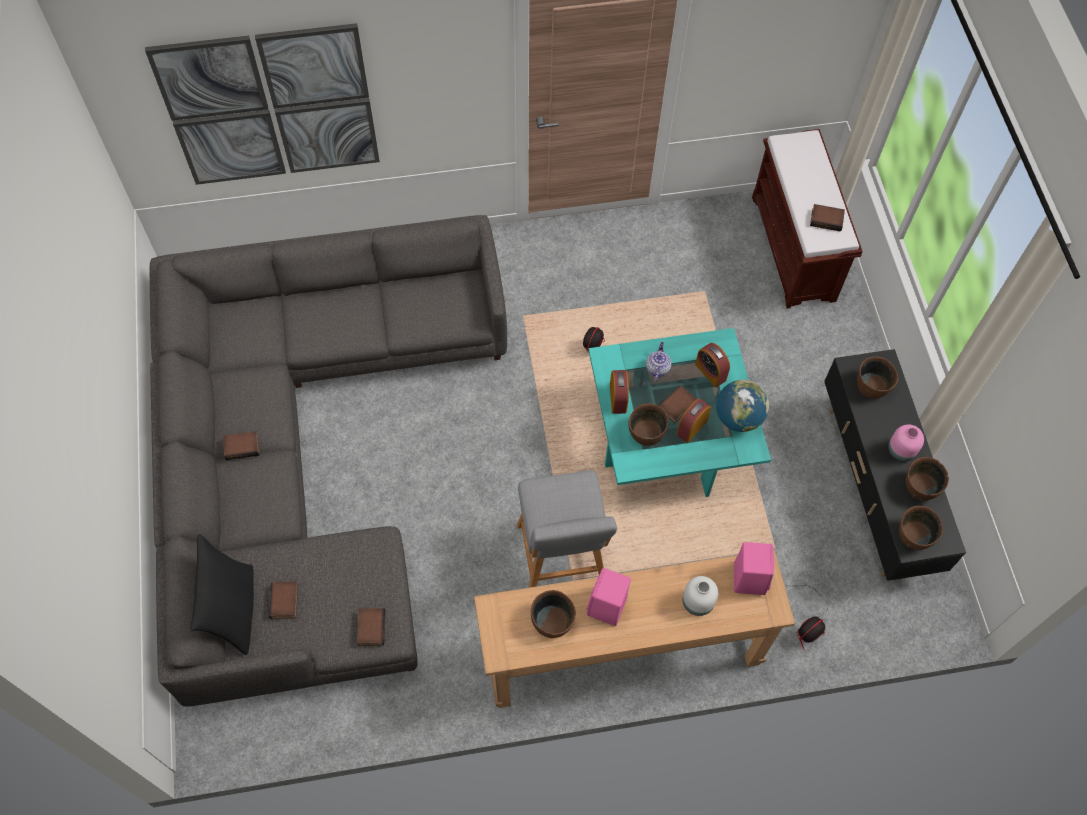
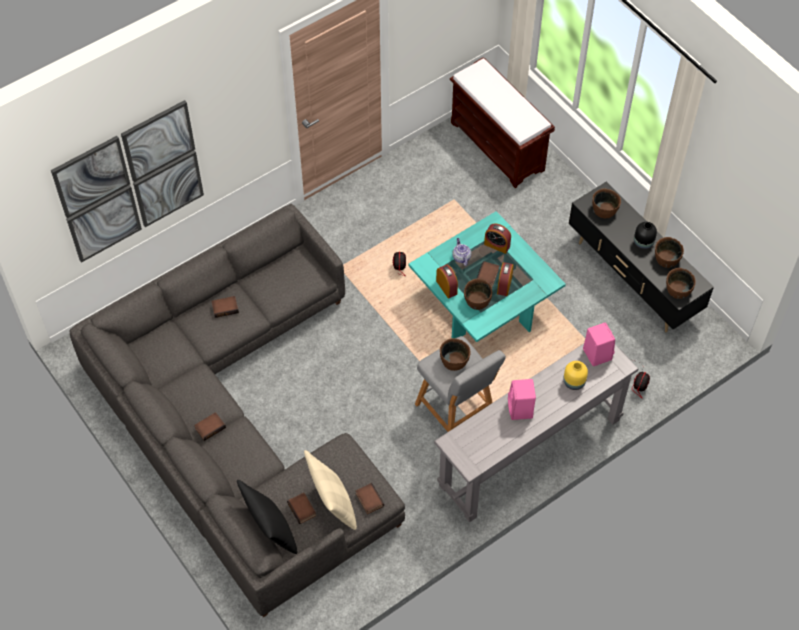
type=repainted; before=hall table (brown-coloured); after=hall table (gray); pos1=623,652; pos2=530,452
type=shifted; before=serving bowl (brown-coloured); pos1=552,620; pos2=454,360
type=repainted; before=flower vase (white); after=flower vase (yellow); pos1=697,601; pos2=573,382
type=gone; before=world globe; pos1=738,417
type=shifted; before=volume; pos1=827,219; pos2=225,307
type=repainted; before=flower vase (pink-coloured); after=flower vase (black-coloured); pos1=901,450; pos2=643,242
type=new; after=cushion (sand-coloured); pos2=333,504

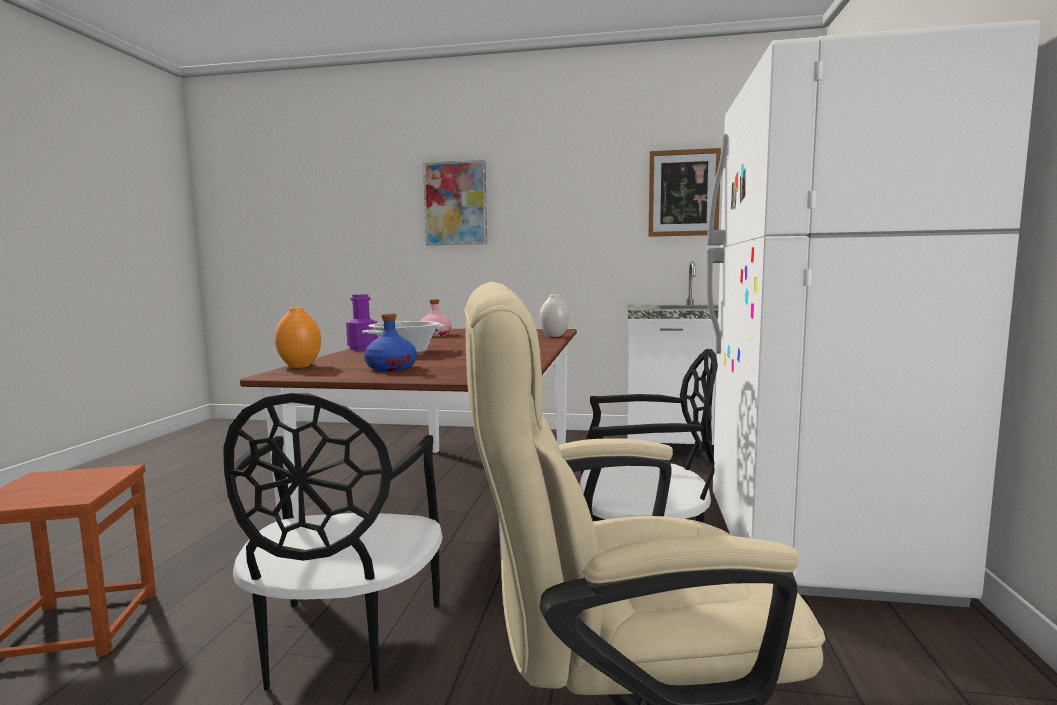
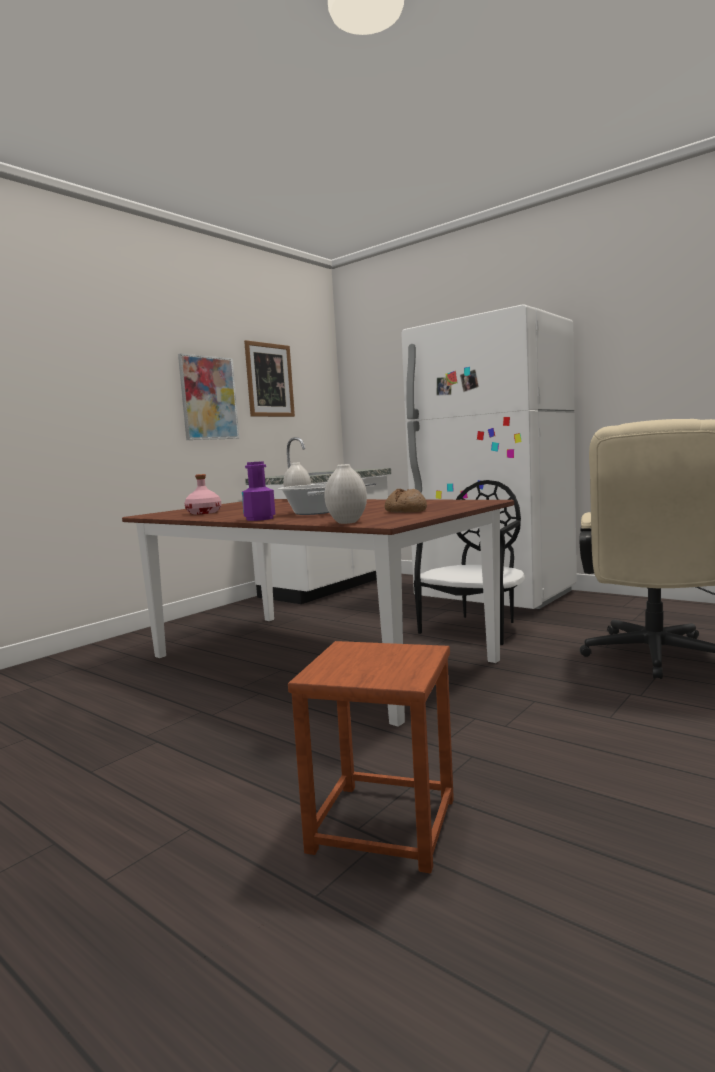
type=gone; before=chair (black-coloured); pos1=344,644
type=repainted; before=flower vase (orange); after=flower vase (white); pos1=300,366; pos2=347,522
type=swapped; before=beverage bottle (blue); after=bread; pos1=391,368; pos2=405,511
type=shifted; before=wall art; pos1=455,203; pos2=208,398

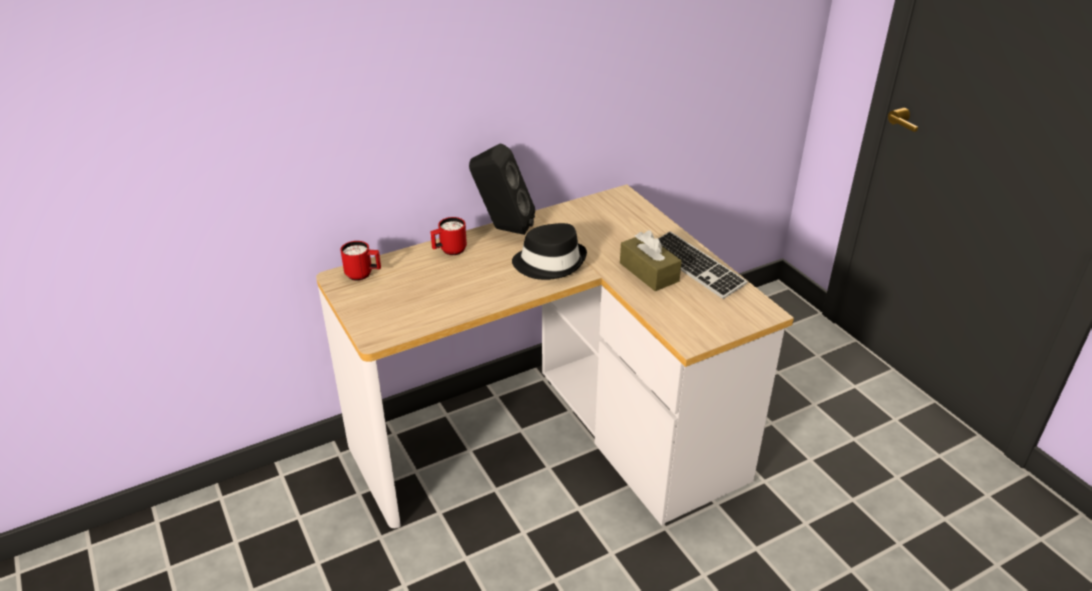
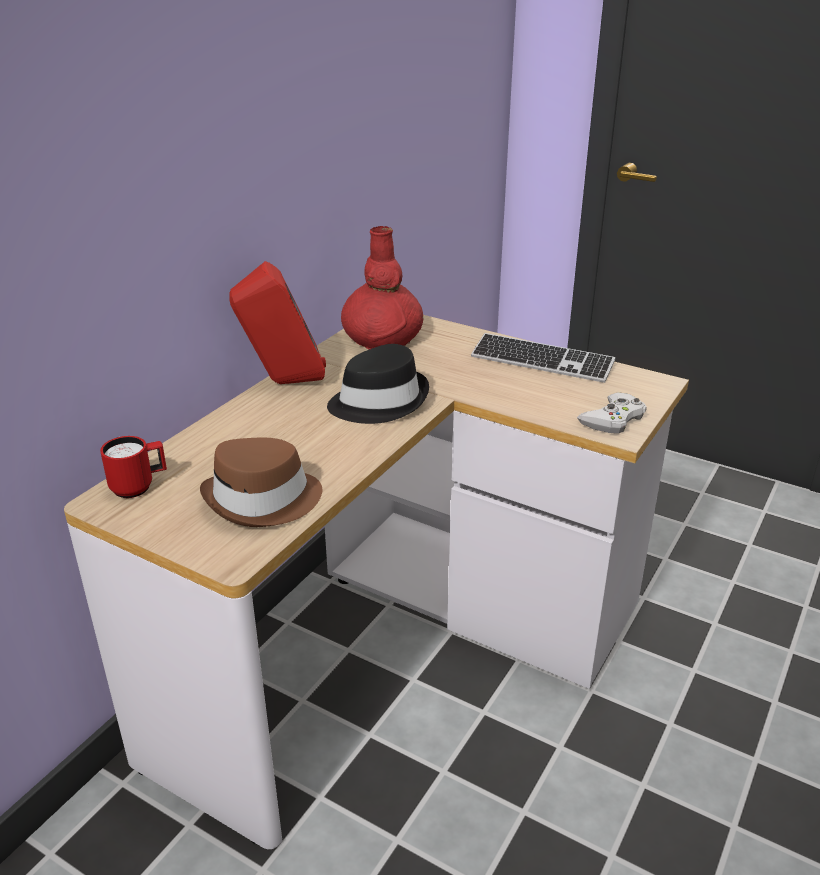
type=gone; before=mug (reddish); pos1=449,251
type=repainted; before=speaker (black-coloured); after=speaker (reddish); pos1=502,229; pos2=283,383
type=gone; before=tissue box (brown-coloured); pos1=649,272
type=new; after=clothing hat (brown-coloured); pos2=263,500
type=new; after=flower vase (reddish); pos2=383,337
type=new; after=gamepad (white); pos2=613,419

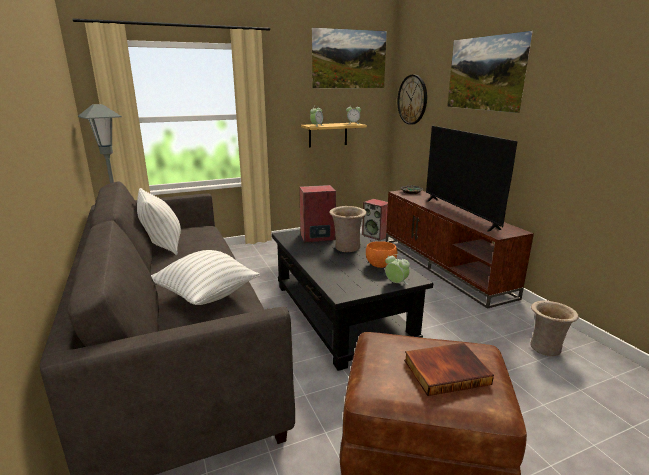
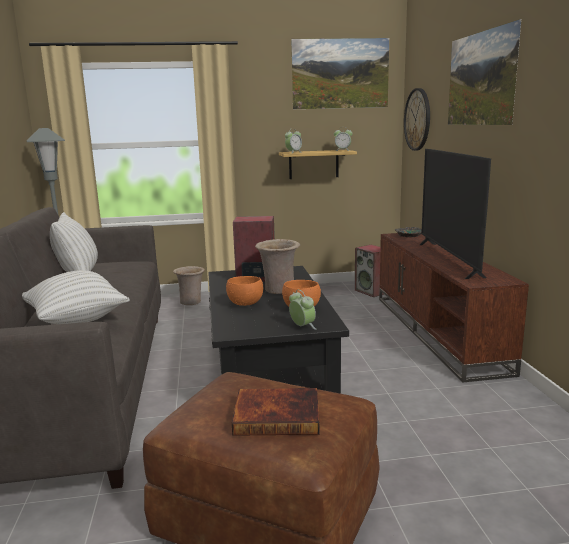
type=shifted; before=flower vase (sand-coloured); pos1=545,348; pos2=191,302
type=new; after=serving bowl (orange); pos2=246,304

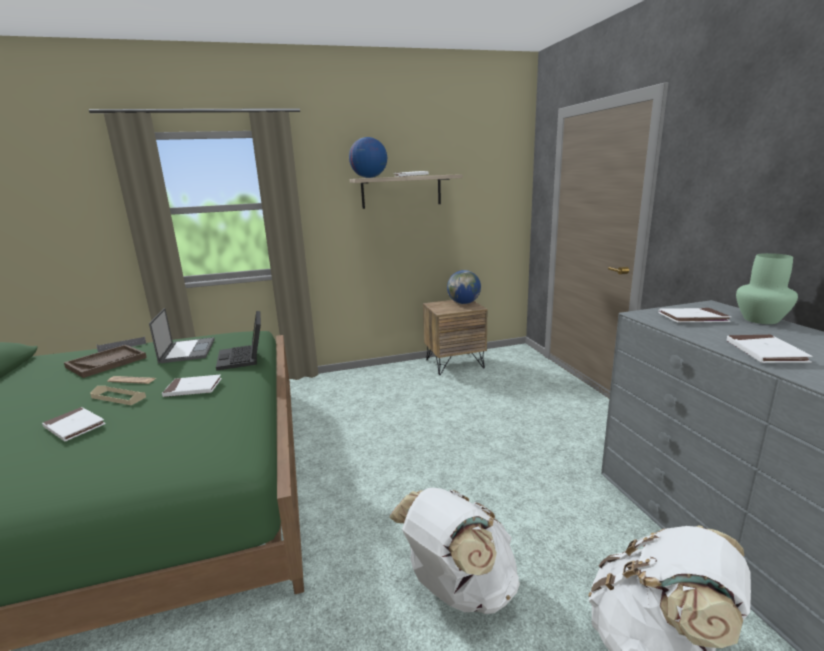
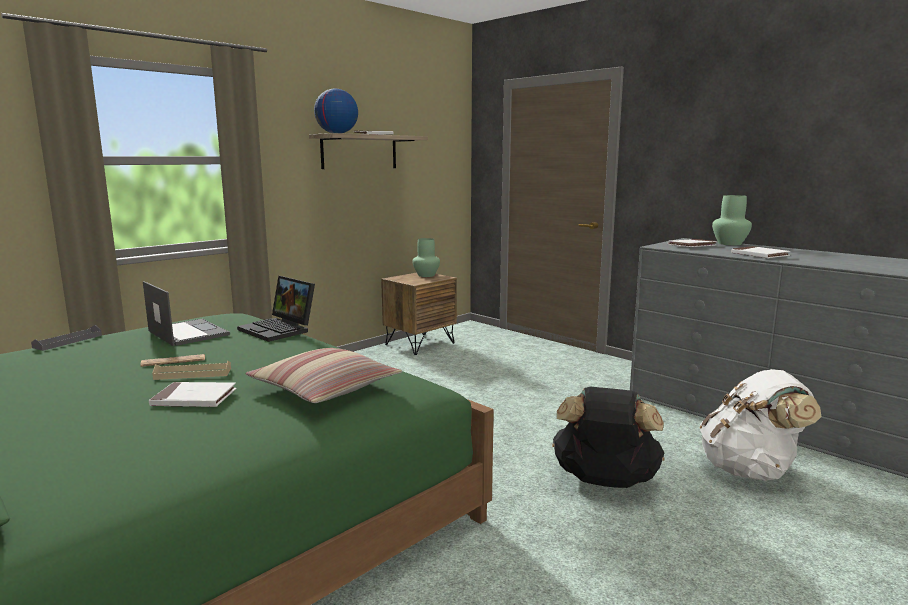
type=gone; before=tray (brown-coloured); pos1=106,362
type=gone; before=volume (white); pos1=193,388
type=repainted; before=backpack (white); after=backpack (black-coloured); pos1=458,589; pos2=604,482
type=swapped; before=world globe; after=flower vase (greenish); pos1=464,303; pos2=426,275
type=new; after=cushion; pos2=325,389

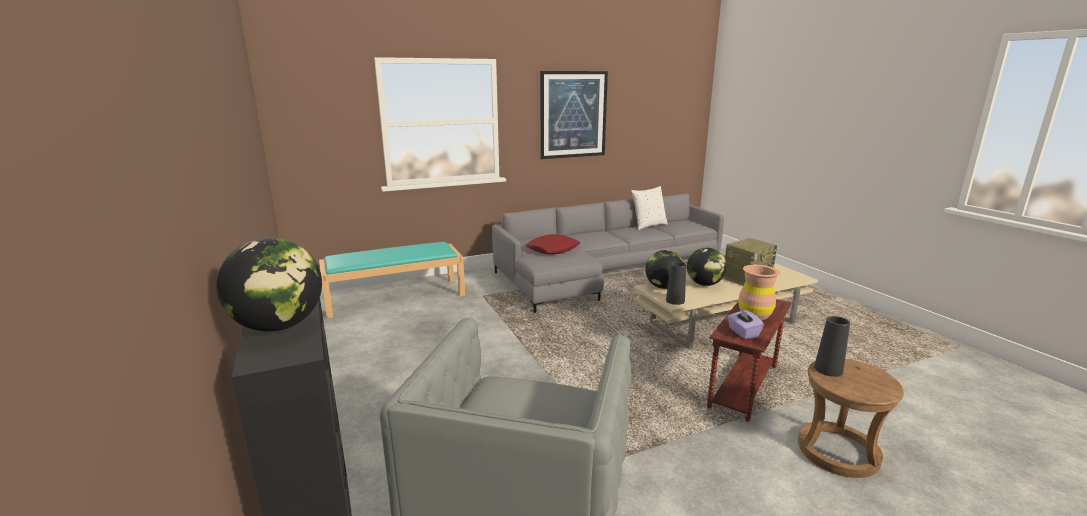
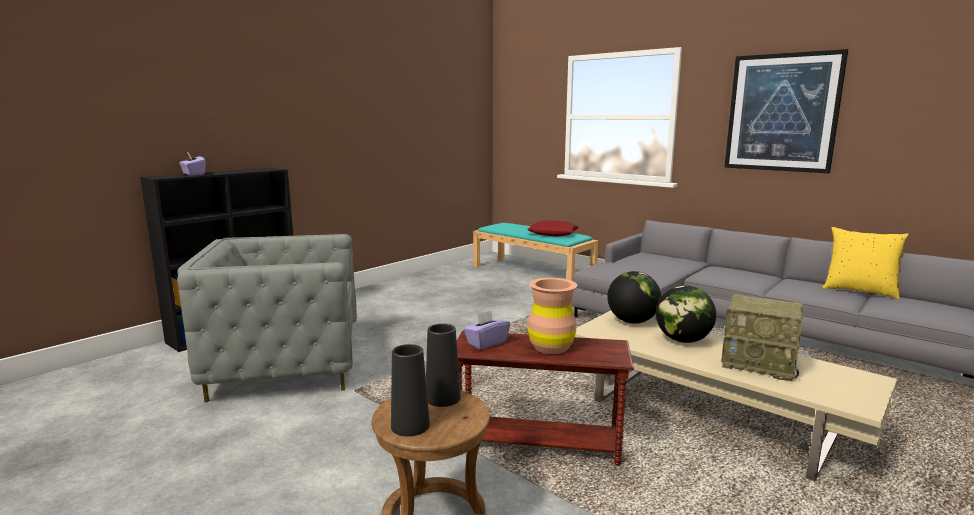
type=swapped; before=world globe; after=tissue box (purple-coloured); pos1=279,326; pos2=193,174
type=shifted; before=cushion (reddish); pos1=553,249; pos2=553,233
type=repainted; before=cushion (white); after=cushion (yellow); pos1=648,225; pos2=859,291
type=shifted; before=flower vase (black-coloured); pos1=675,300; pos2=410,425

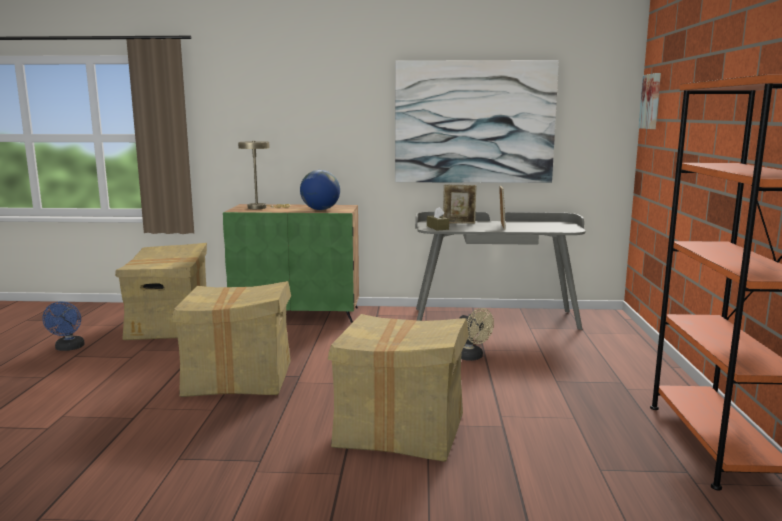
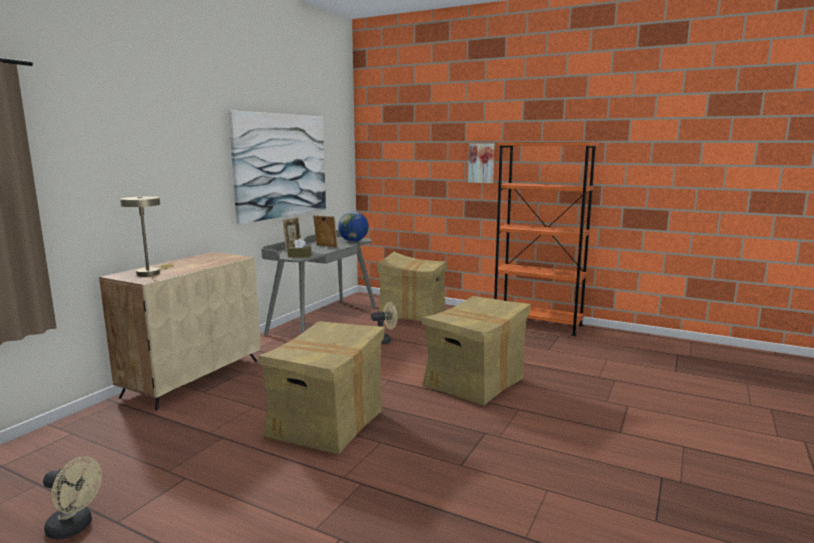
type=repainted; before=cooling fan (blue); after=cooling fan (sand-coloured); pos1=68,348; pos2=75,527
type=shifted; before=packing box; pos1=169,326; pos2=412,313
type=repainted; before=storage cabinet (greenish); after=storage cabinet (sand-coloured); pos1=297,314; pos2=193,377
type=shifted; before=world globe; pos1=320,209; pos2=353,241
type=shifted; before=wall art; pos1=651,101; pos2=481,163

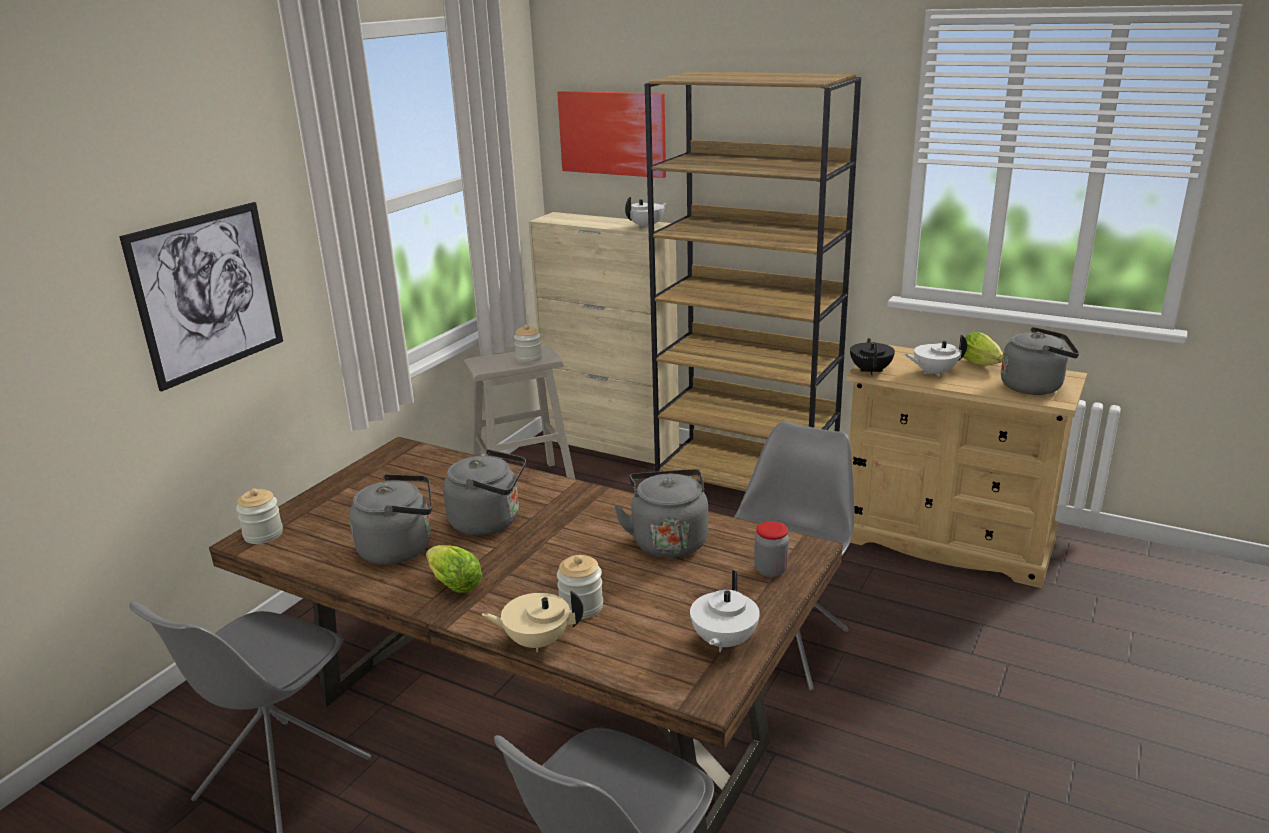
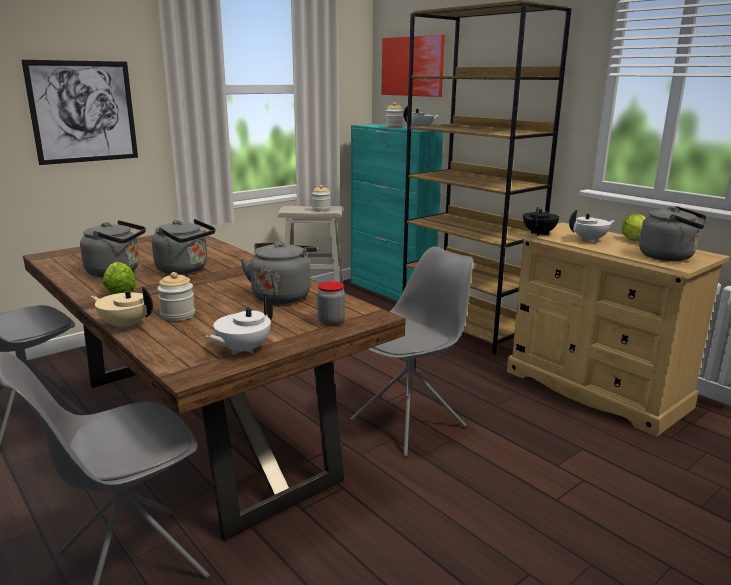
type=shifted; before=preserve jar; pos1=263,534; pos2=394,127
type=repainted; before=storage cabinet (sand-coloured); after=storage cabinet (blue-green); pos1=612,444; pos2=391,291
type=rotated; before=pot for tea (white); pos1=933,373; pos2=589,240; turn=150

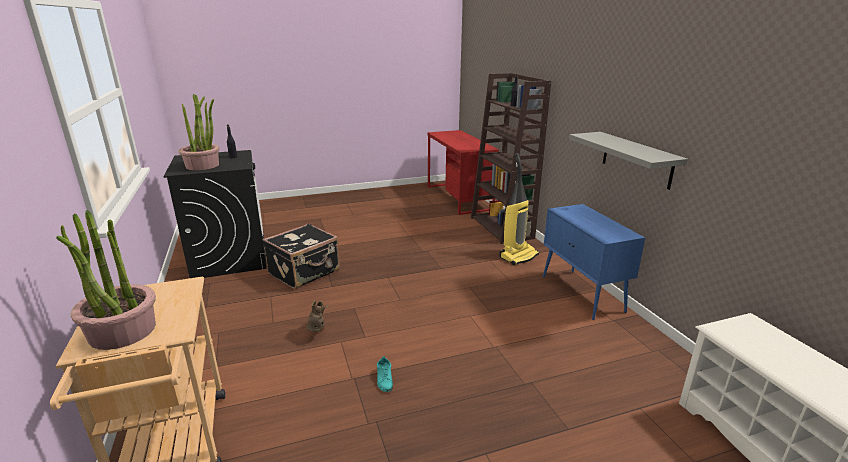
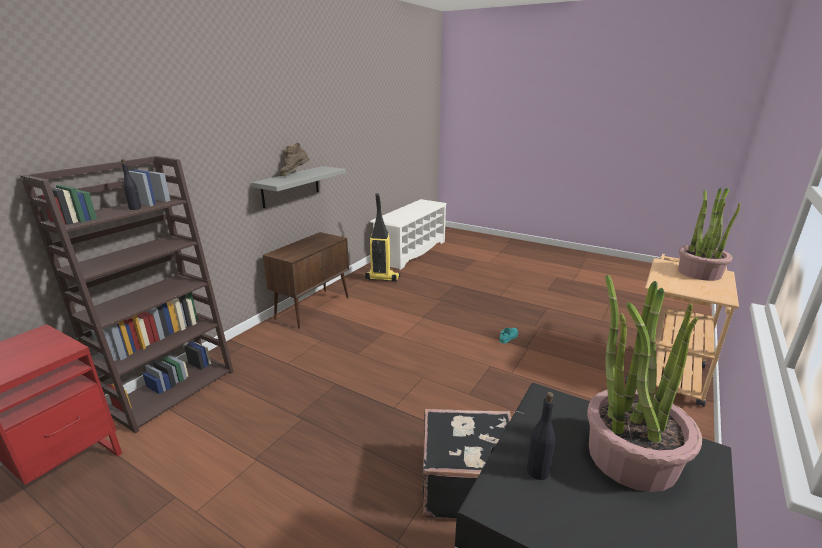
type=shifted; before=tall boot (brown-coloured); pos1=317,331; pos2=294,174
type=shifted; before=hoover; pos1=518,256; pos2=382,278
type=repainted; before=storage cabinet (blue); after=storage cabinet (brown-coloured); pos1=582,294; pos2=313,308

